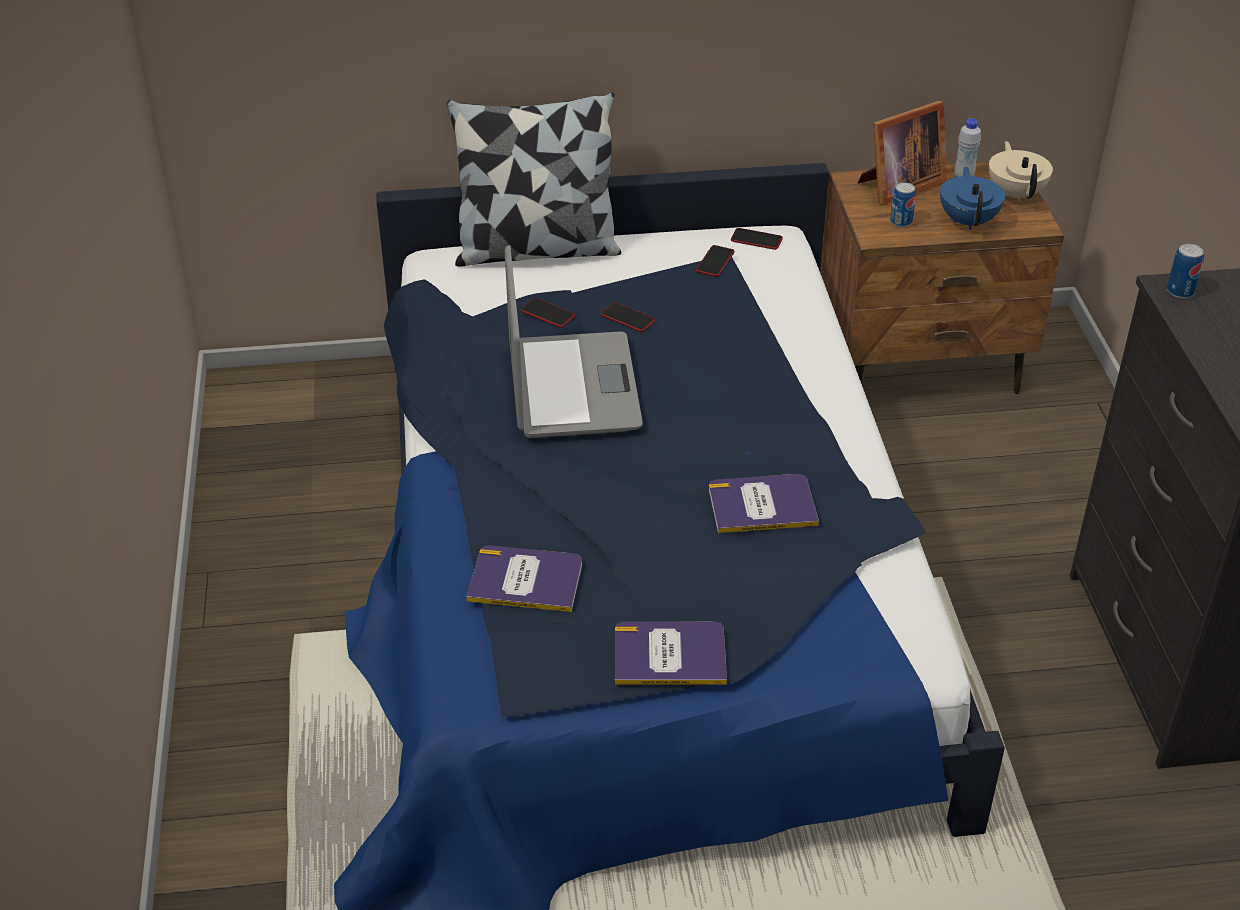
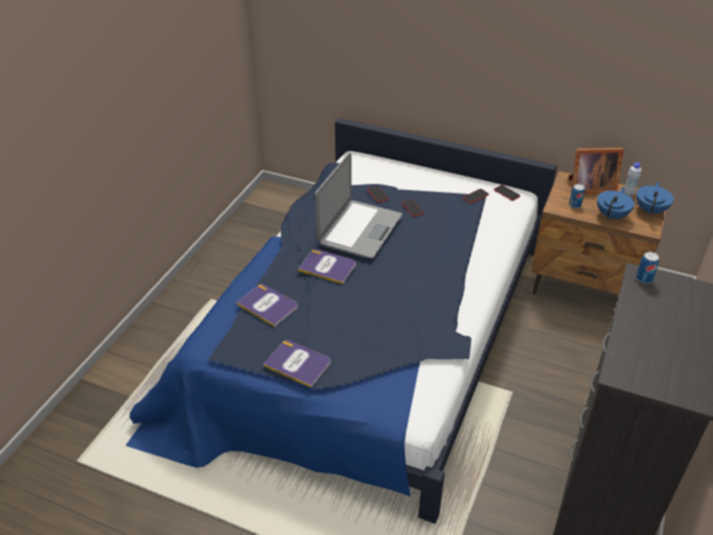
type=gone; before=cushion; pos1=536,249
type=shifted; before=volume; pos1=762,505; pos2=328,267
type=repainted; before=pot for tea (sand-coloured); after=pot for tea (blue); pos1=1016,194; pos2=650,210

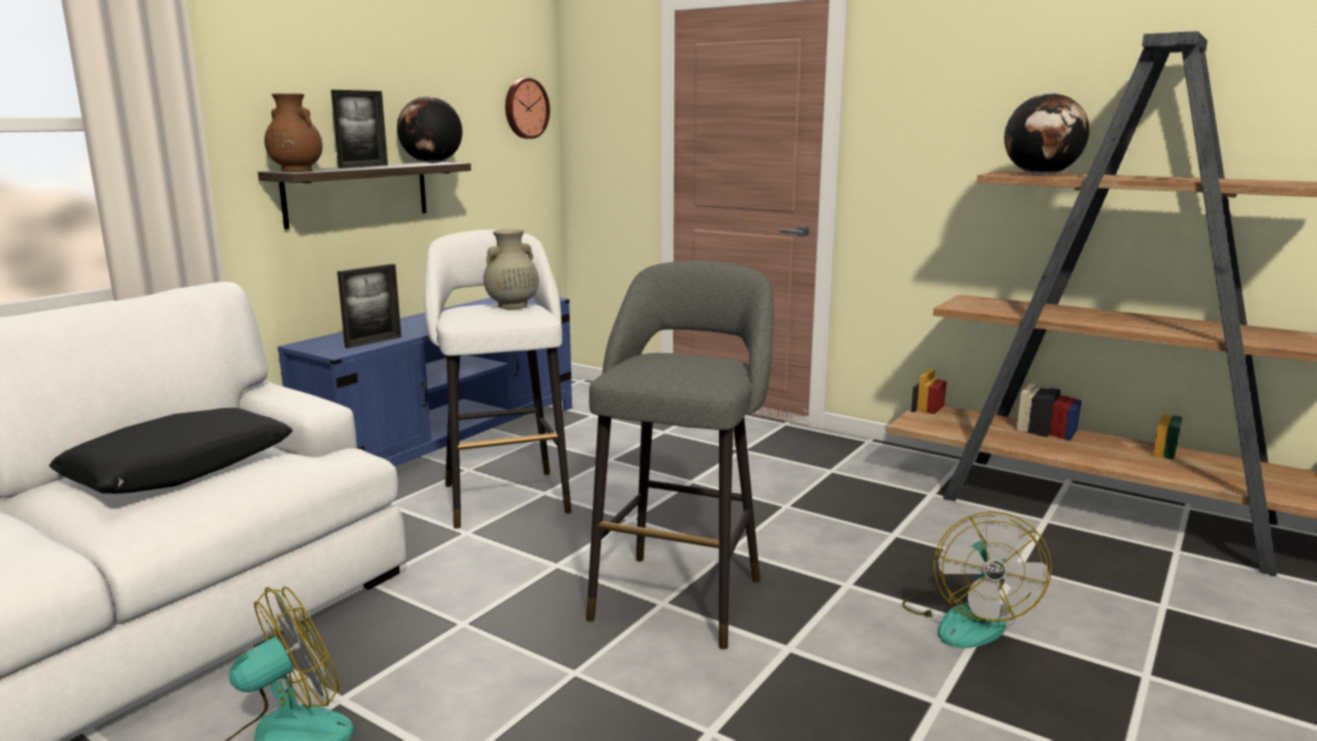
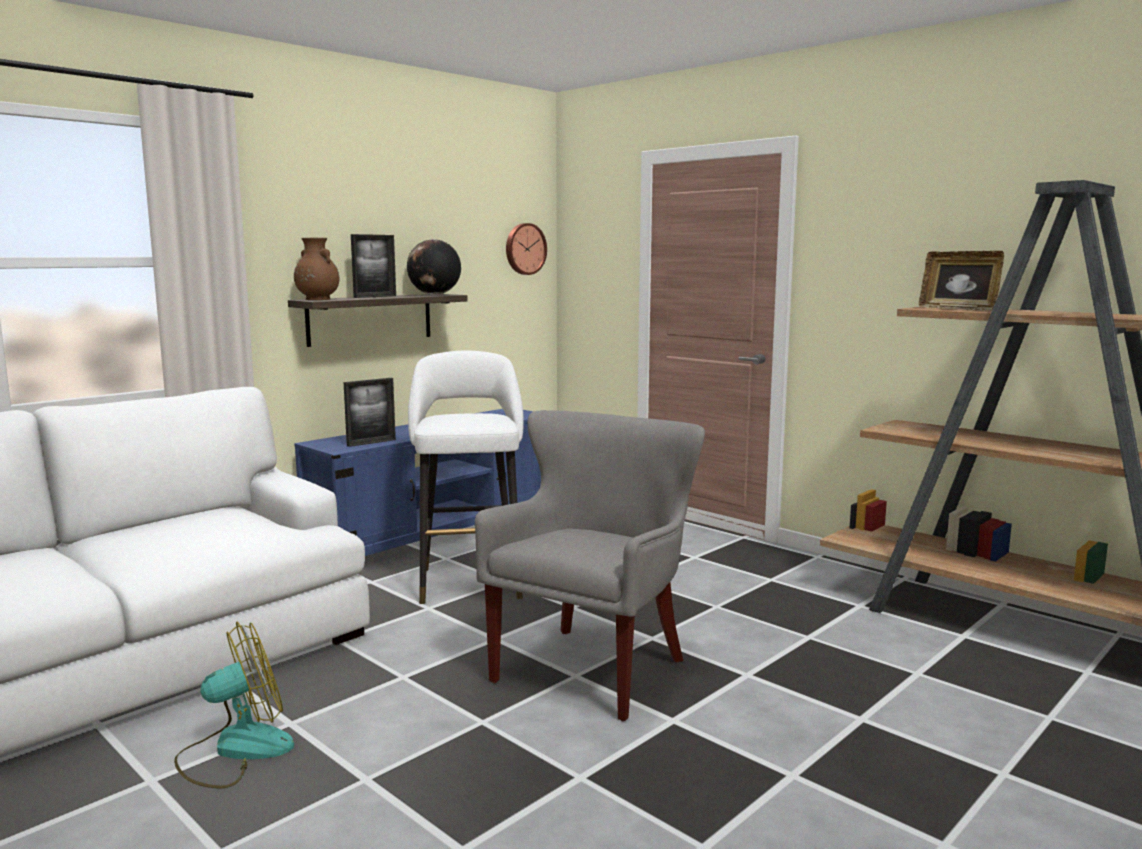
type=gone; before=cushion (black-coloured); pos1=180,469
type=gone; before=flower vase (sand-coloured); pos1=511,306
type=swapped; before=stool seat (gray); after=lounge chair (gray); pos1=680,594; pos2=594,669
type=gone; before=cooling fan; pos1=967,619
type=swapped; before=world globe; after=standing frame; pos1=1041,175; pos2=958,309

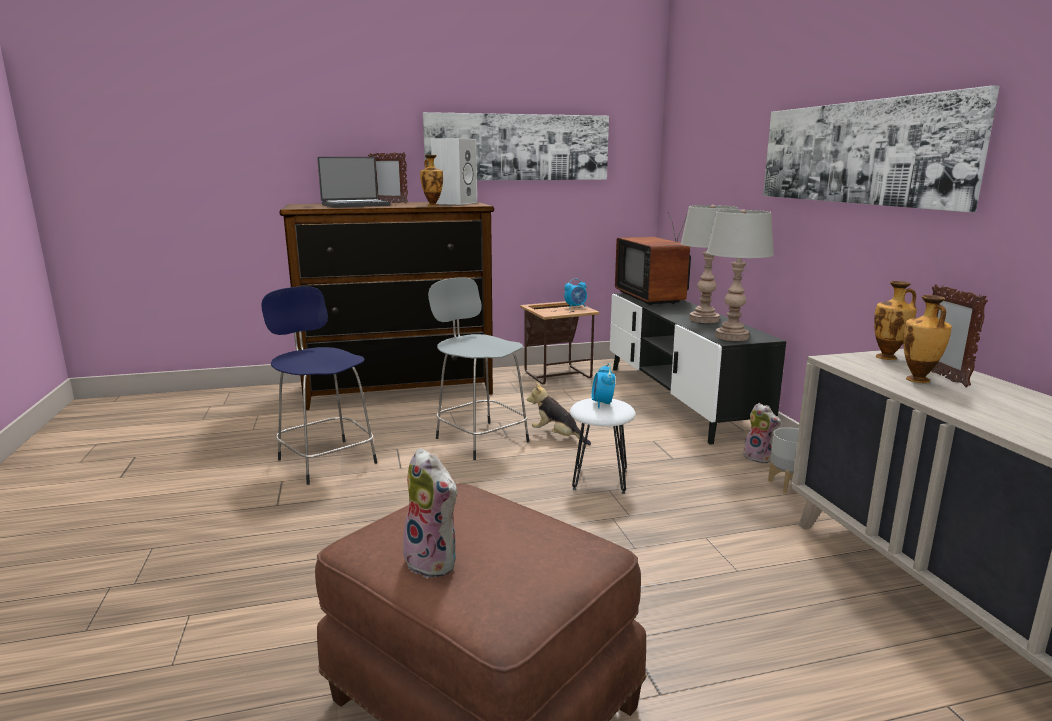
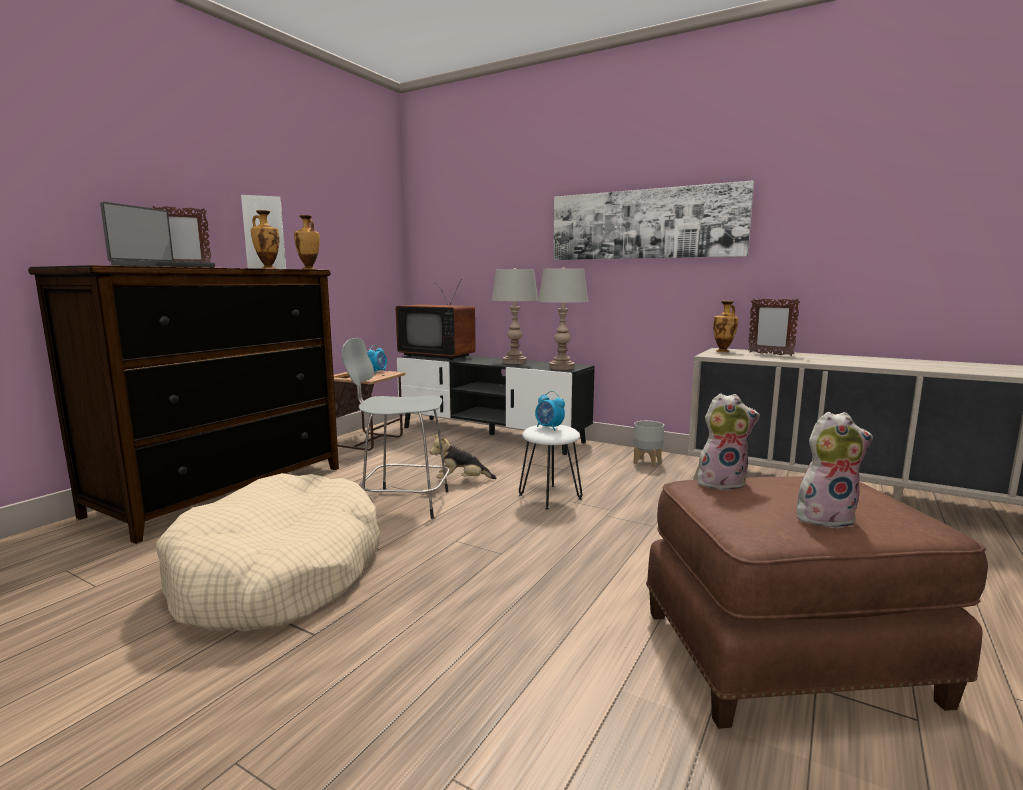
type=swapped; before=stool seat (blue); after=pet bed (sand-coloured); pos1=325,460; pos2=279,574
type=gone; before=wall art; pos1=518,147
type=shifted; before=cuddly toy; pos1=759,458; pos2=722,483
type=shifted; before=flower vase; pos1=918,380; pos2=309,269

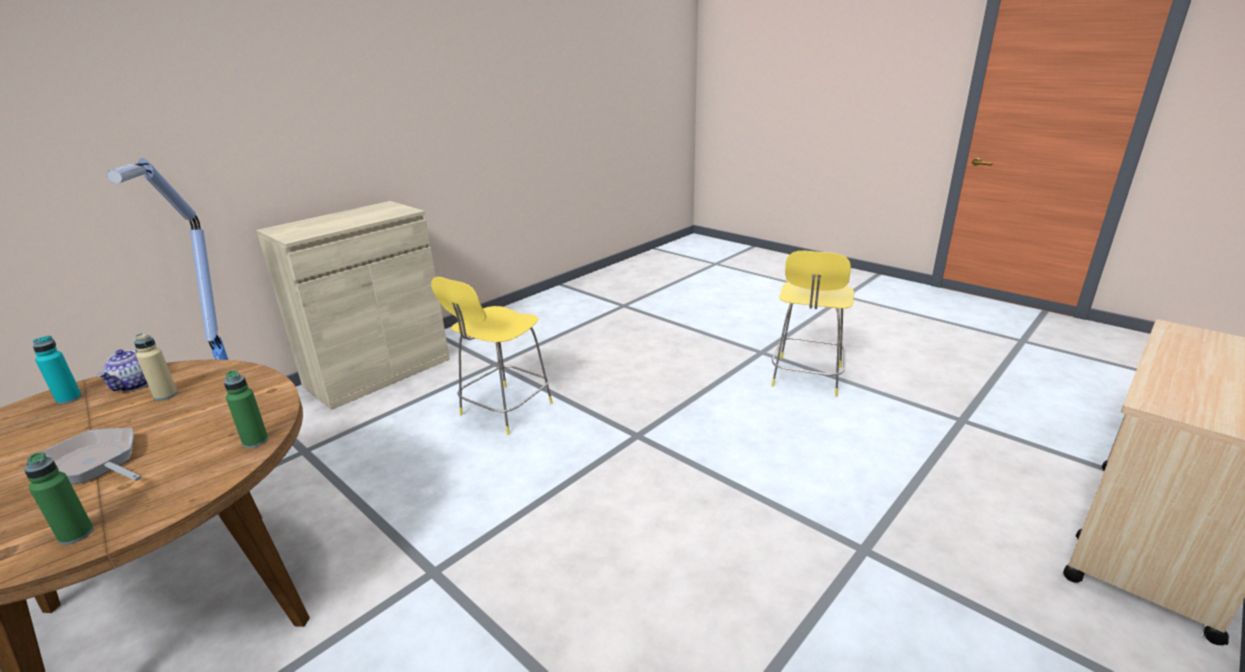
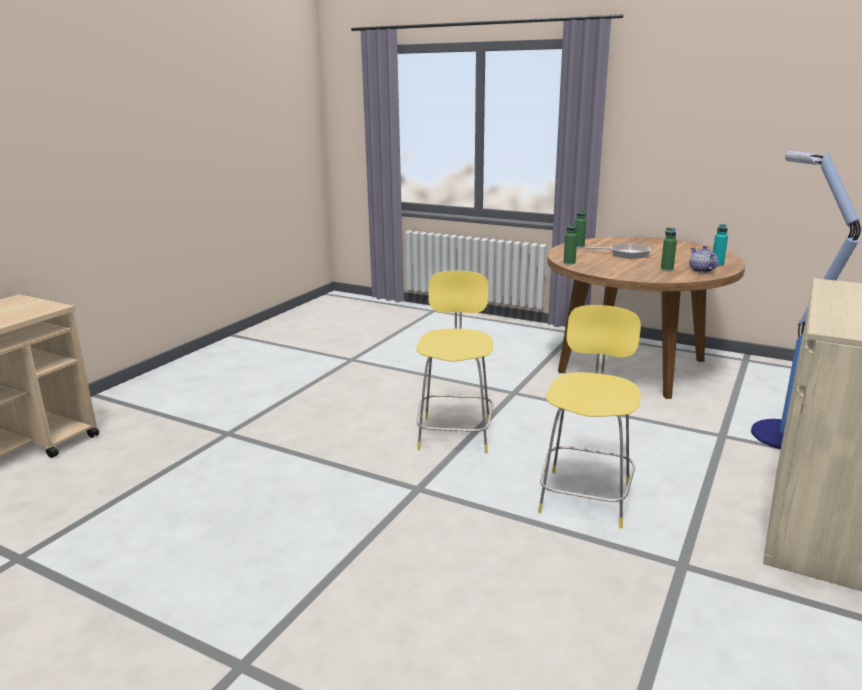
type=repainted; before=beverage bottle (sand-coloured); after=beverage bottle (greenish); pos1=166,395; pos2=667,269
type=shifted; before=stool seat (yellow); pos1=806,378; pos2=455,433

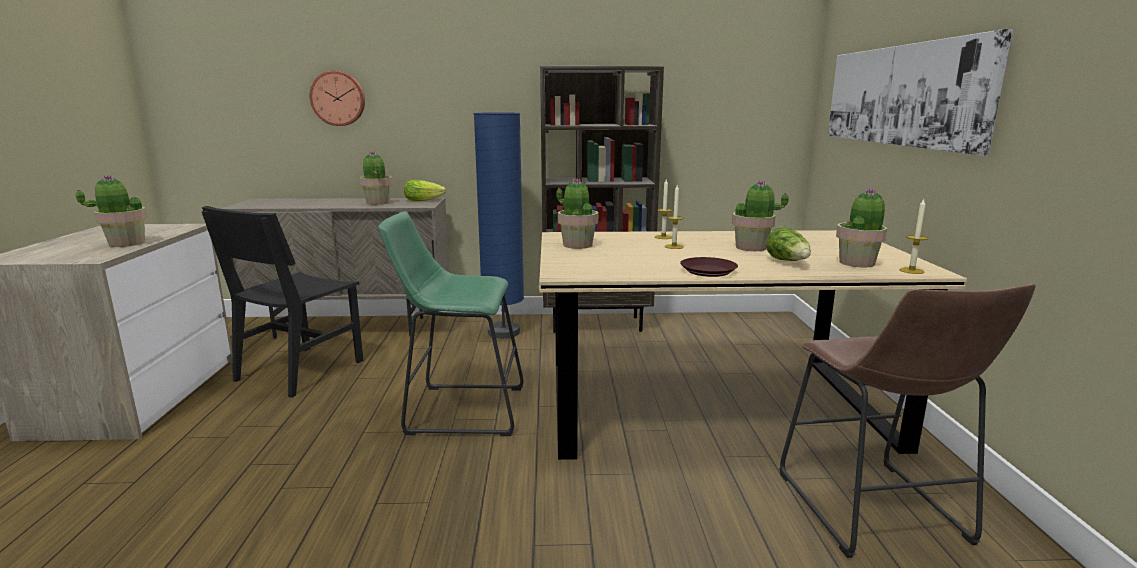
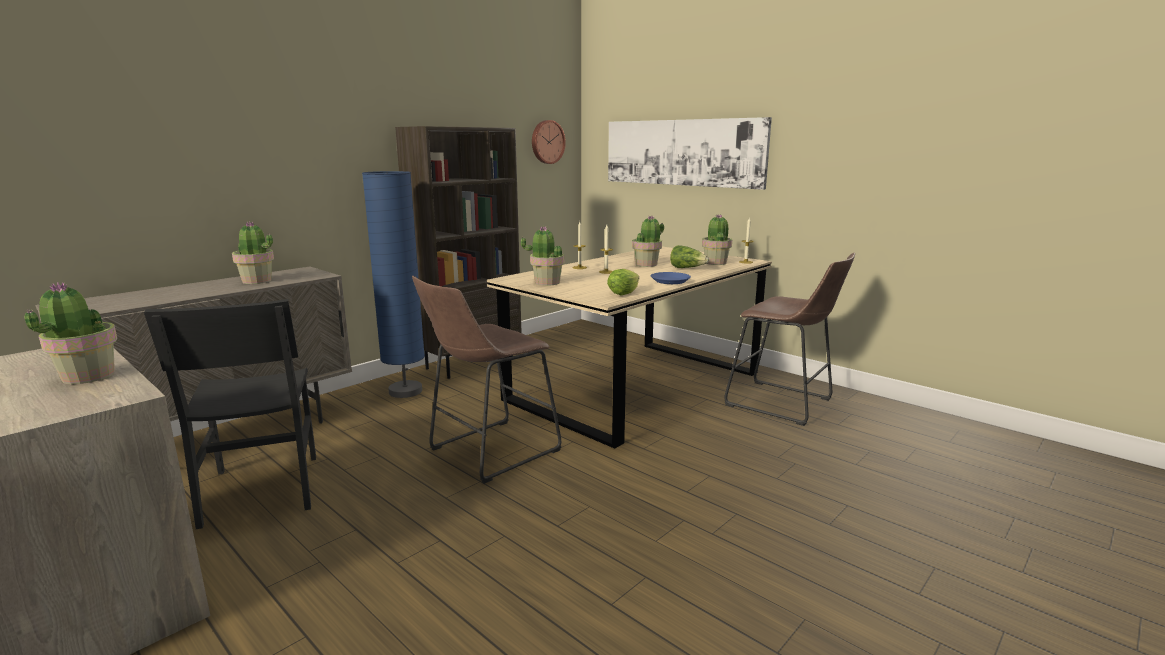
type=shifted; before=hanging clock; pos1=338,98; pos2=547,142
type=repainted; before=stool seat (greenish); after=stool seat (brown-coloured); pos1=459,409; pos2=488,452
type=shifted; before=lettuce head; pos1=425,200; pos2=625,292
type=repainted; before=plate (brown-coloured); after=plate (blue); pos1=707,271; pos2=669,281

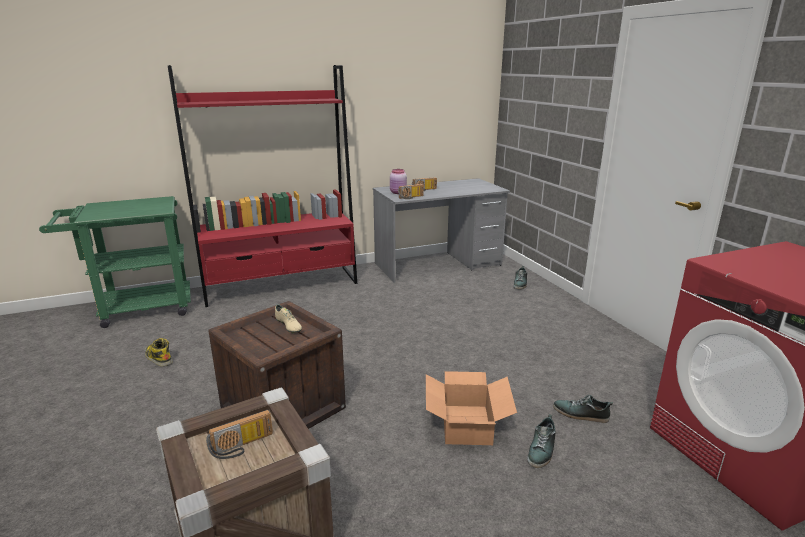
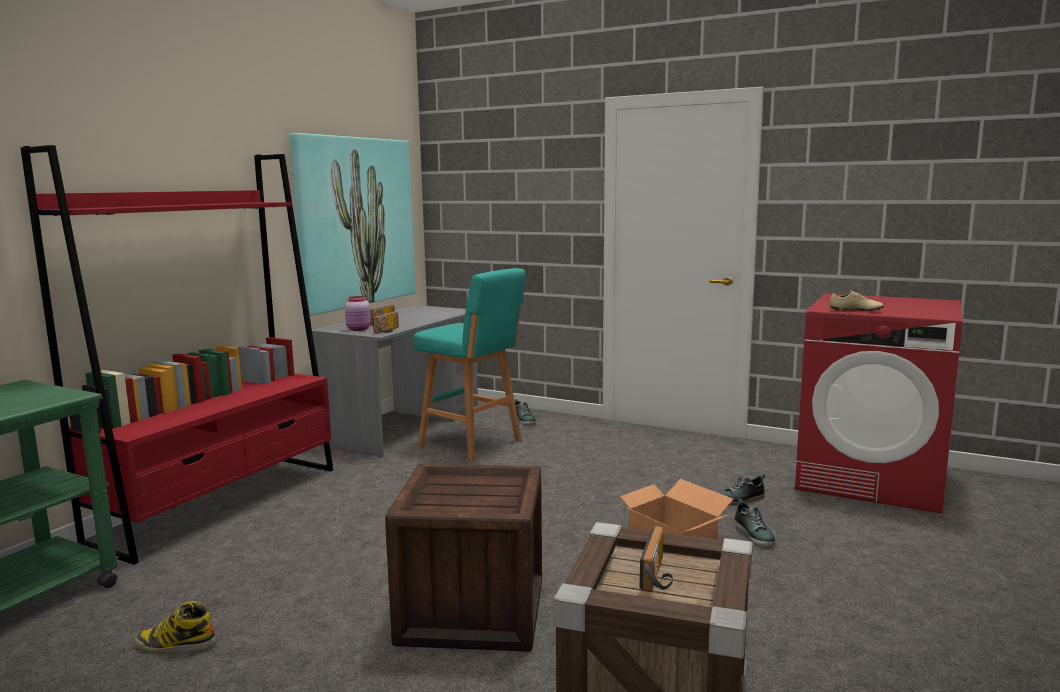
type=shifted; before=shoe (sand-coloured); pos1=288,326; pos2=855,311
type=new; after=wall art; pos2=354,222
type=new; after=stool seat (blue-green); pos2=473,445

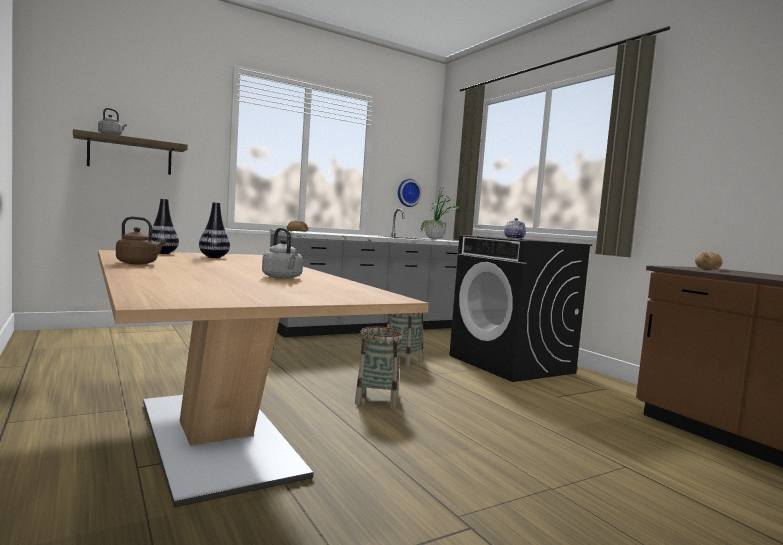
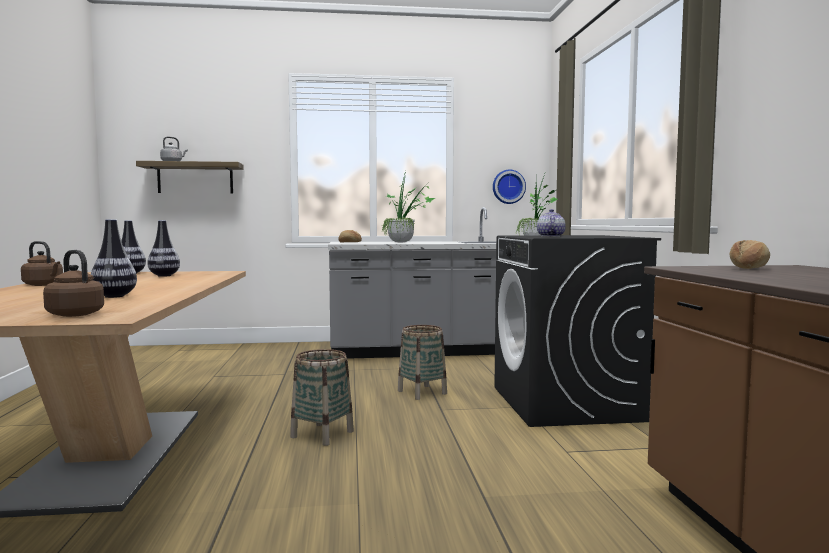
type=swapped; before=water kettle (gray); after=flower vase; pos1=283,278; pos2=114,296
type=new; after=water kettle (brown-coloured); pos2=74,314
type=new; after=plant in a pot; pos2=405,242

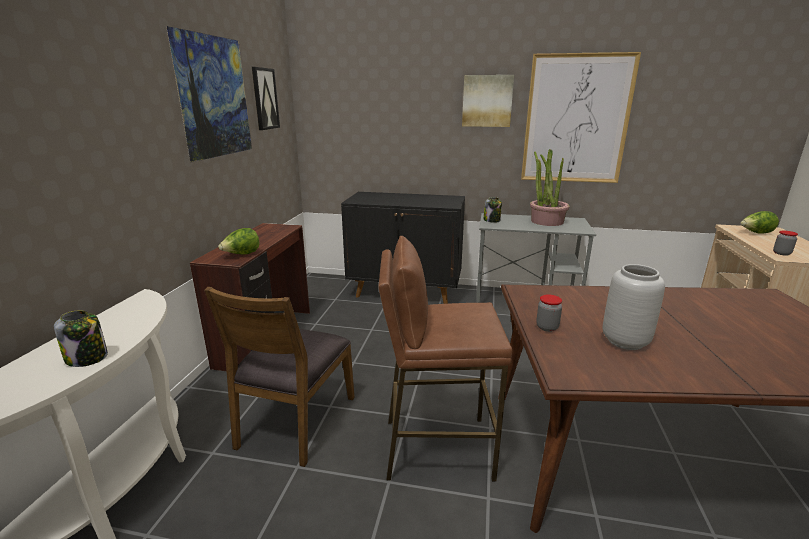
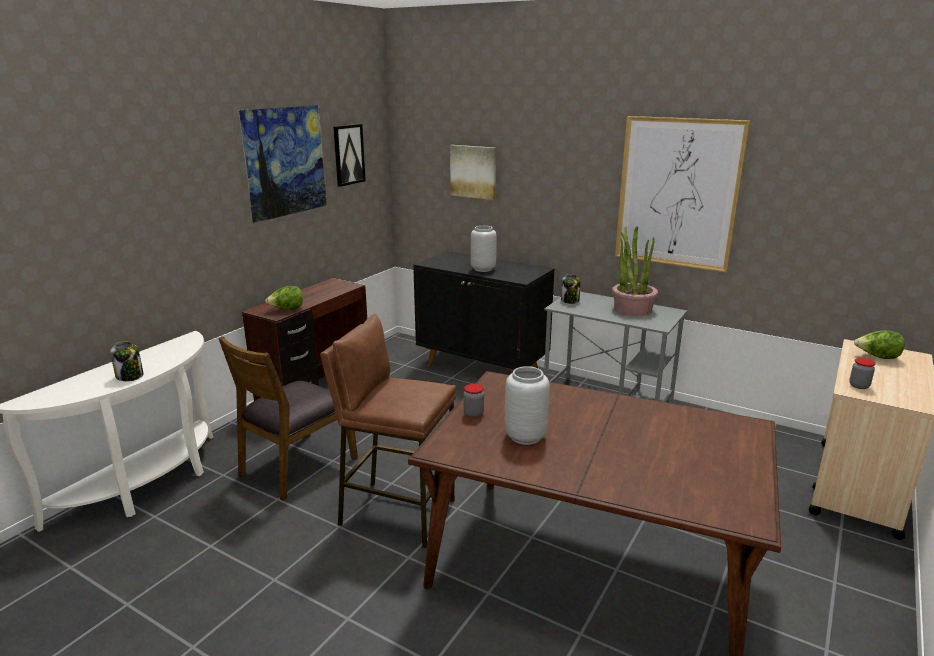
type=shifted; before=wall art; pos1=487,101; pos2=473,171
type=new; after=flower vase (gray); pos2=483,269

